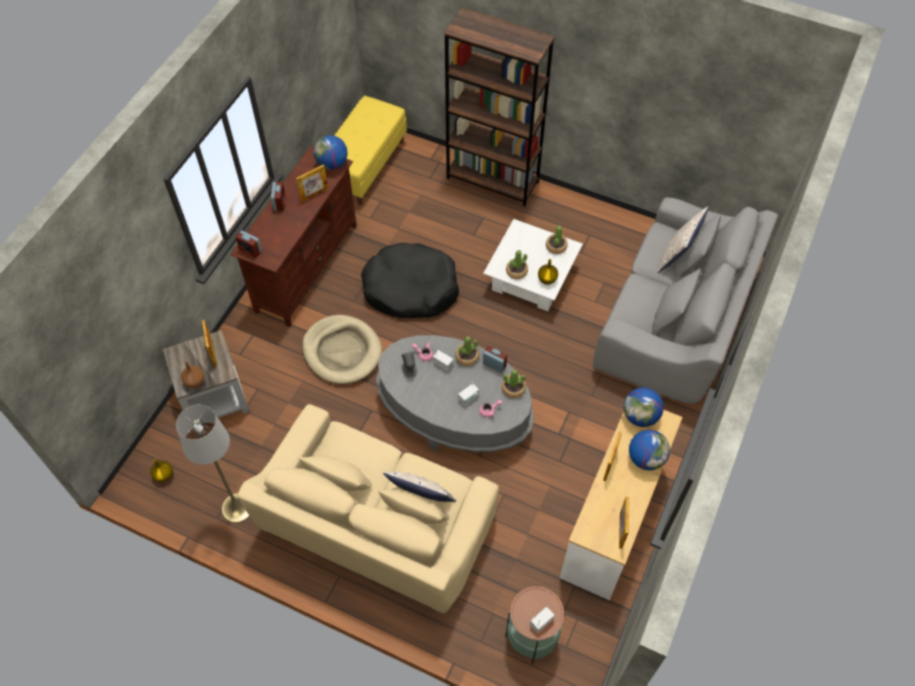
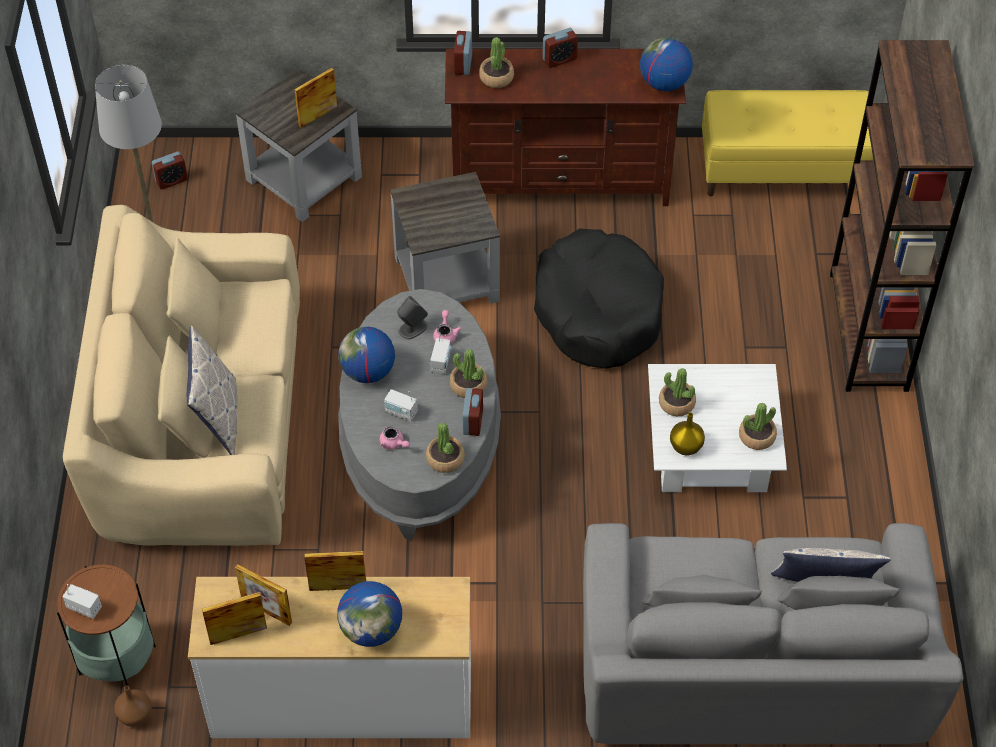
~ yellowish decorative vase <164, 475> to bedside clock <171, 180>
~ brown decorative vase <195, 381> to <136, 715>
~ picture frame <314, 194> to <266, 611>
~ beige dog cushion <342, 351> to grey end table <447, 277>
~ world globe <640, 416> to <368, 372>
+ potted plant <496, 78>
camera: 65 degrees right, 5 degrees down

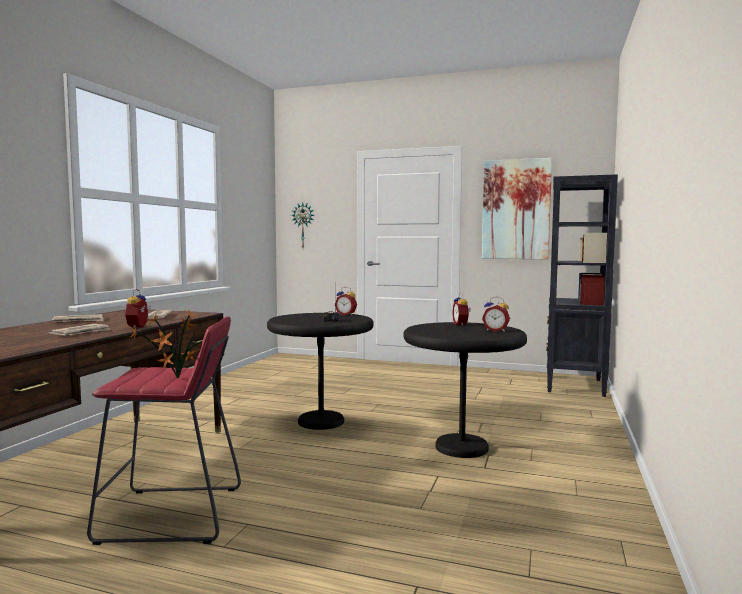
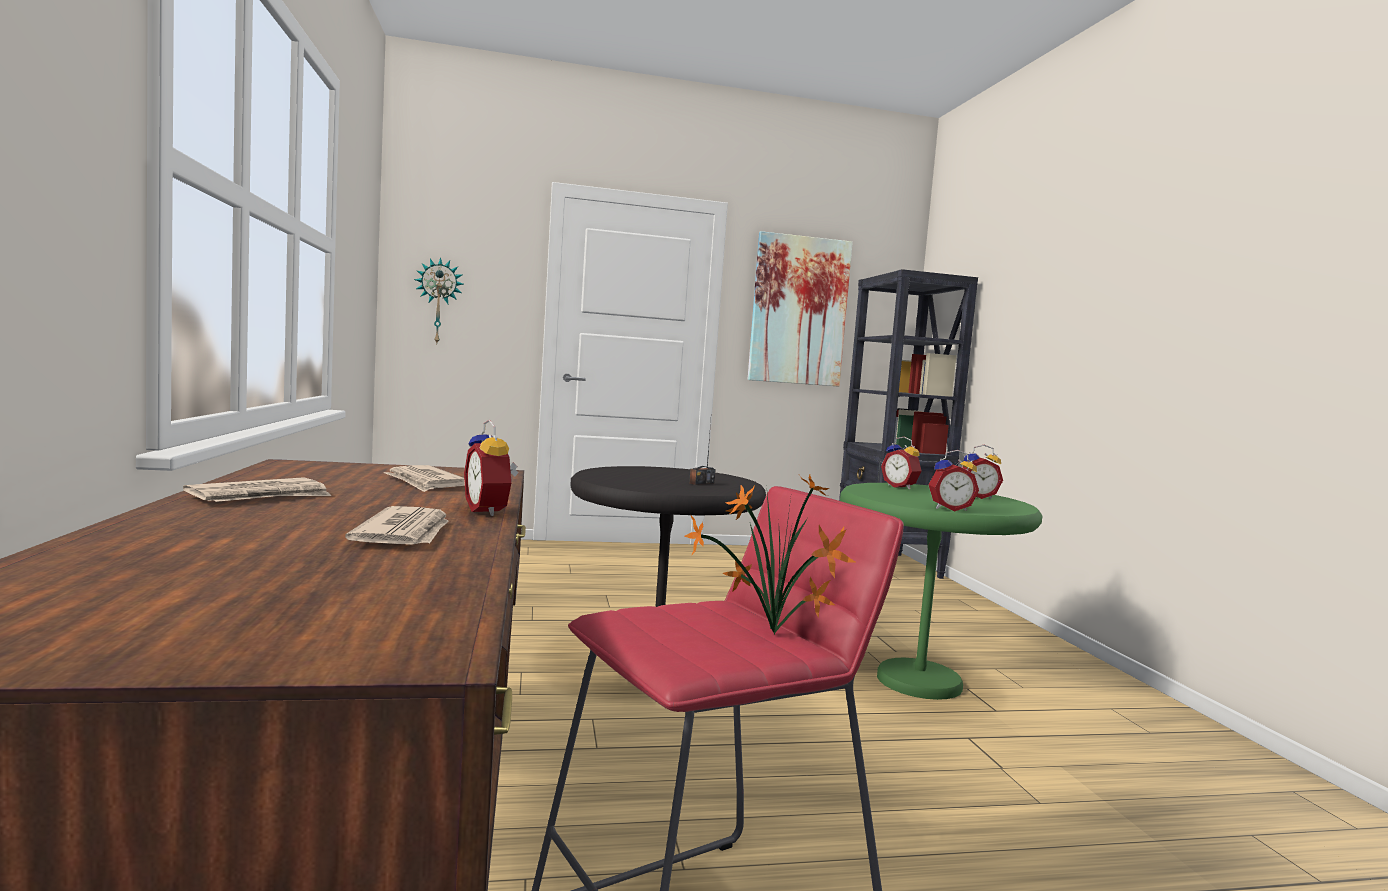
~ bedside clock <346, 315> to <949, 509>
~ black-coloured end table <462, 447> to greenish end table <919, 681>
camera: 30 degrees left, 0 degrees up

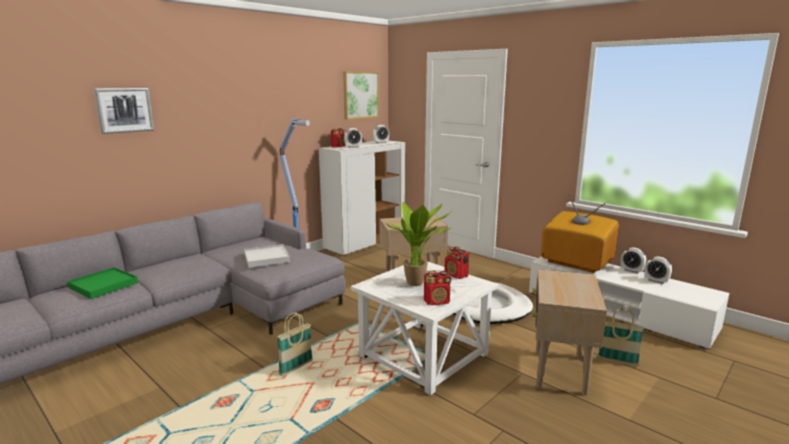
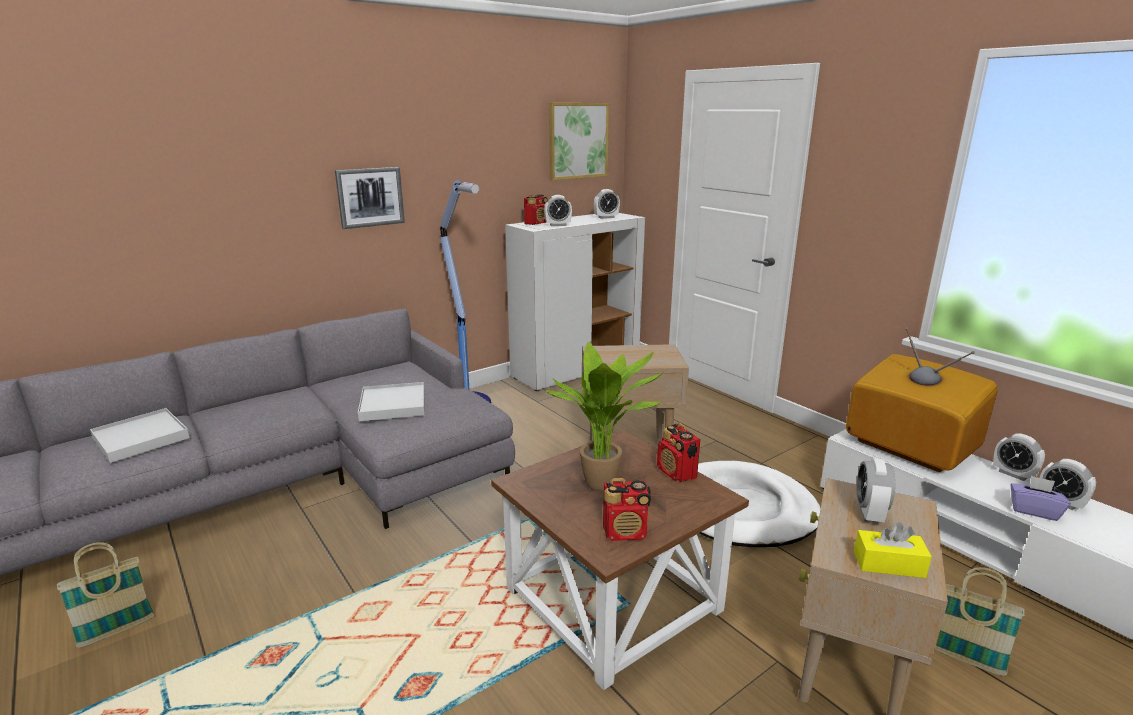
~ greenish carrying tray <103, 285> to whitish carrying tray <141, 438>
~ wall picture <124, 110> to <370, 197>
~ storage basket <296, 368> to <117, 631>
~ whitish end table <425, 355> to brown end table <616, 600>
+ yellowish tissue box <888, 564>
+ bedside clock <869, 513>
+ purplish tissue box <1033, 510>
camera: 10 degrees right, 5 degrees up

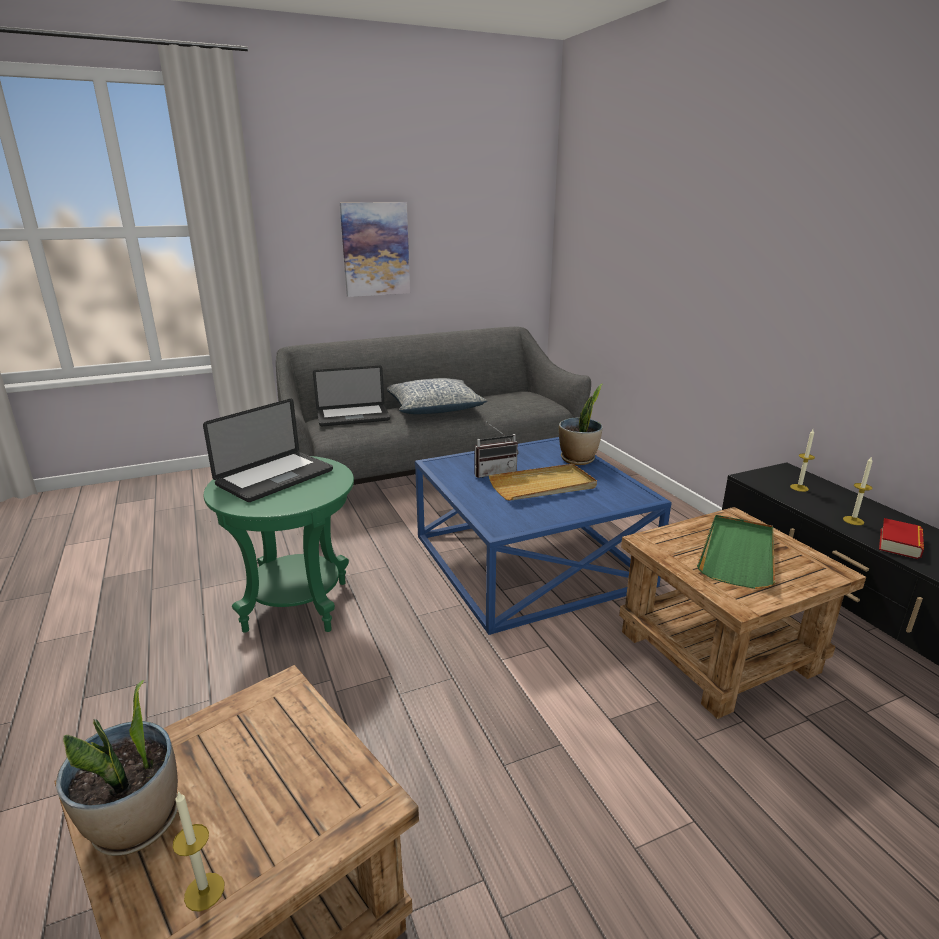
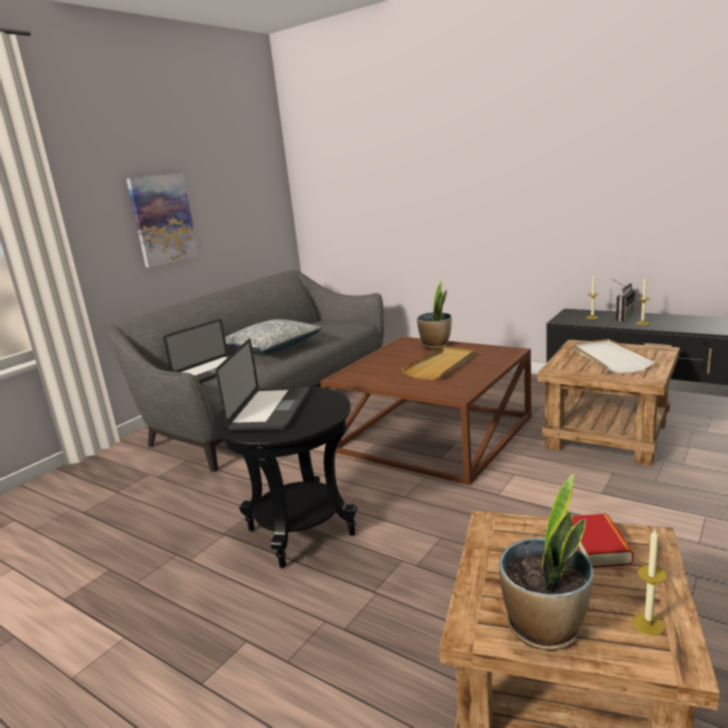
~ greenish end table <297, 606> to black-coloured end table <301, 532>
~ blue lounge table <529, 559> to brown lounge table <432, 433>
~ radio <494, 472> to <620, 317>
~ greenish carrying tray <738, 554> to whitish carrying tray <609, 359>
~ bound book <899, 543> to <598, 546>
camera: 30 degrees left, 5 degrees down

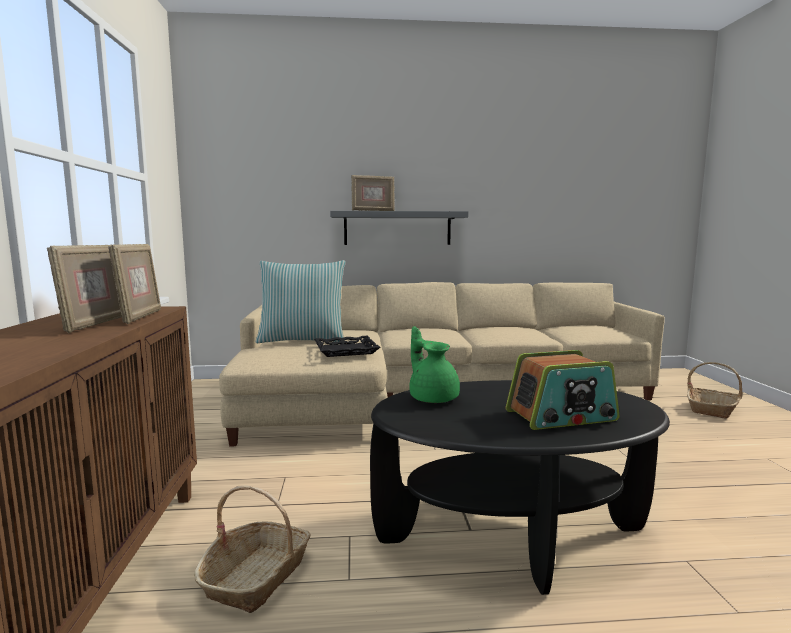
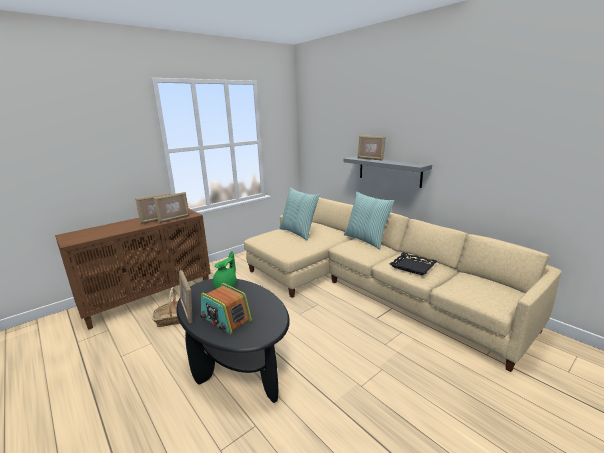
~ black-coloured carrying tray <346, 350> to <412, 266>
- storage basket <712, 409>
+ picture frame <188, 311>
+ cushion <366, 240>
camera: 55 degrees right, 10 degrees up

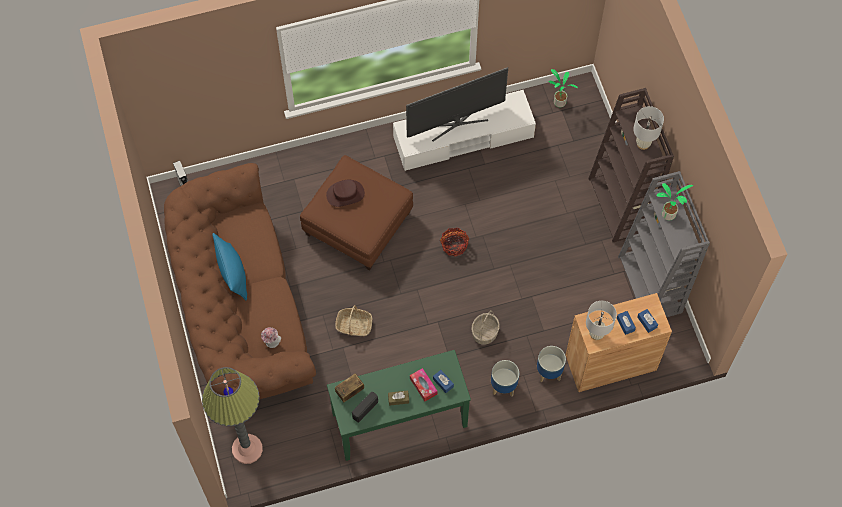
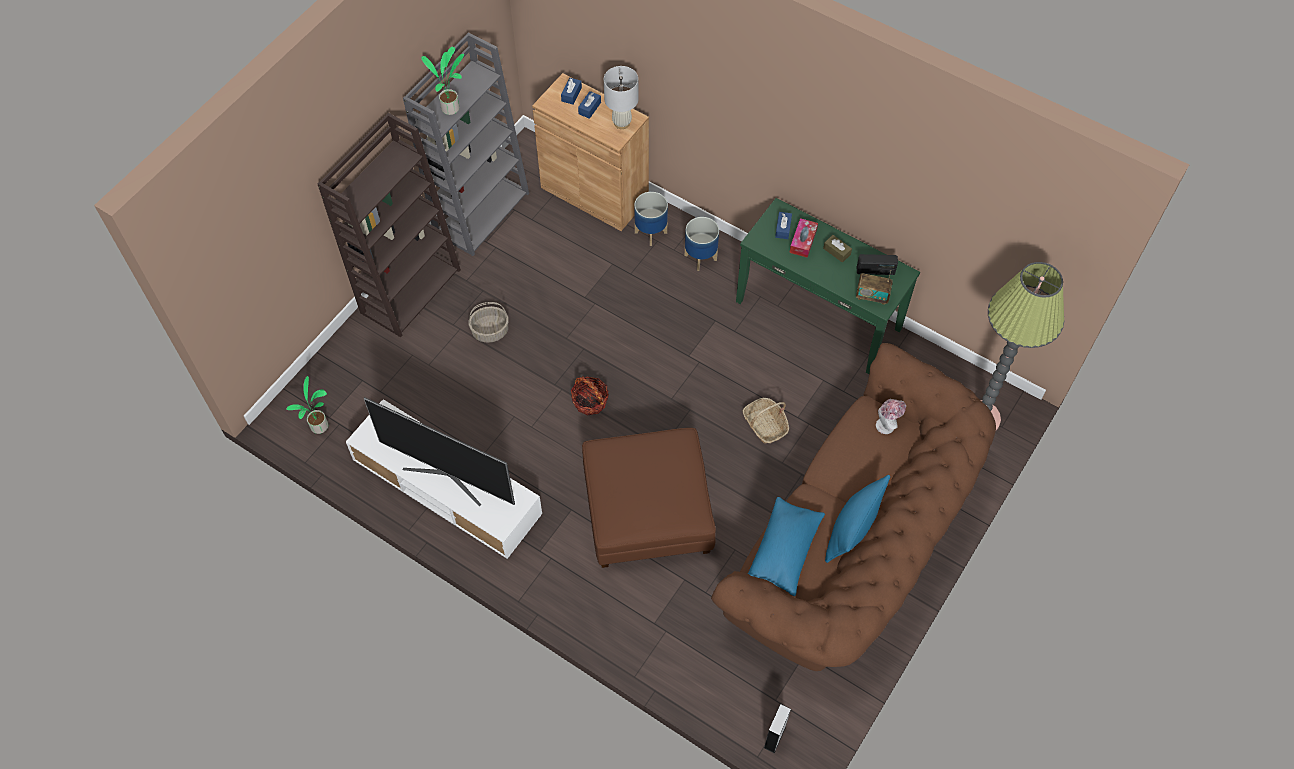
- brown hat <345, 194>
~ storage basket <485, 333> to <490, 331>
- whitish table lamp <643, 144>
+ blue cushion <784, 551>
camera: 130 degrees left, 5 degrees down

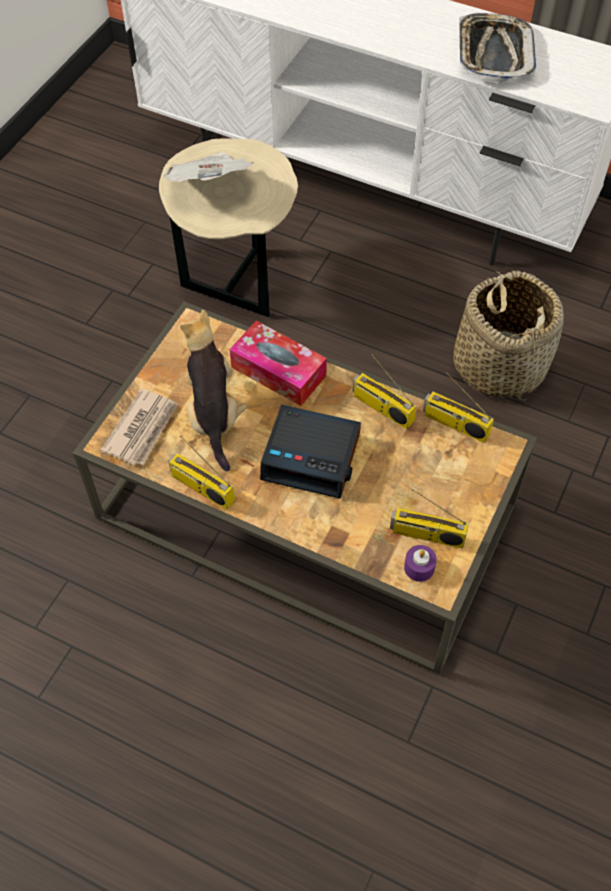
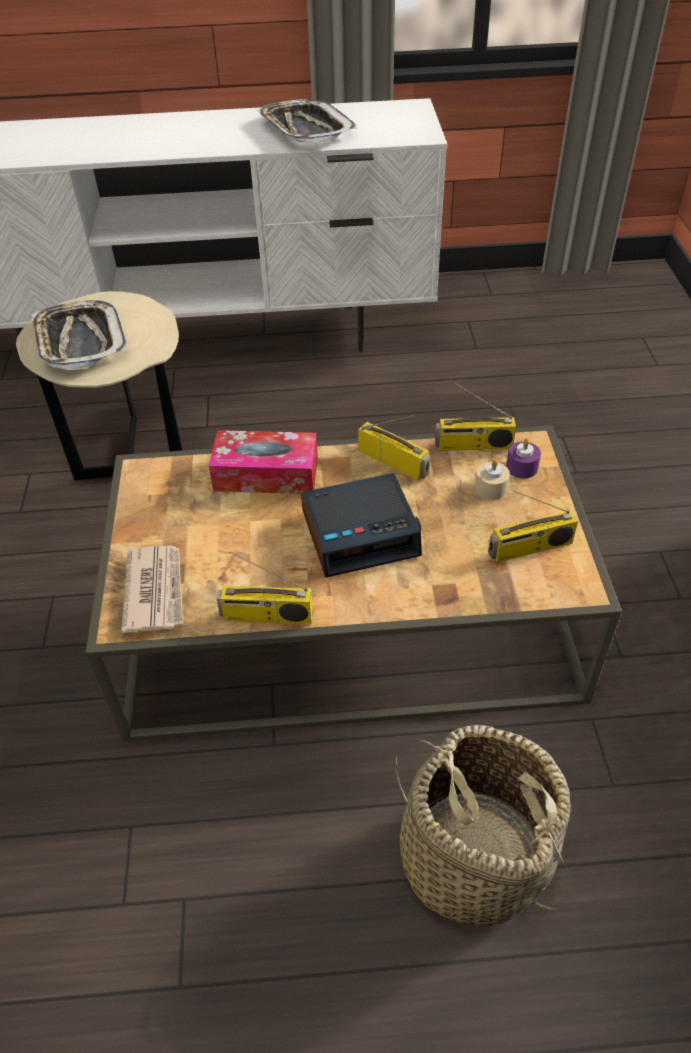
~ printed paper <210, 186> to carrying tray <80, 341>
- soft toy <214, 414>
~ radio <381, 408> = <394, 462> 150 degrees counterclockwise
~ purplish candle <419, 567> to <521, 467>
~ storage basket <499, 365> to <472, 857>
+ beige candle <491, 488>
camera: 30 degrees left, 10 degrees down

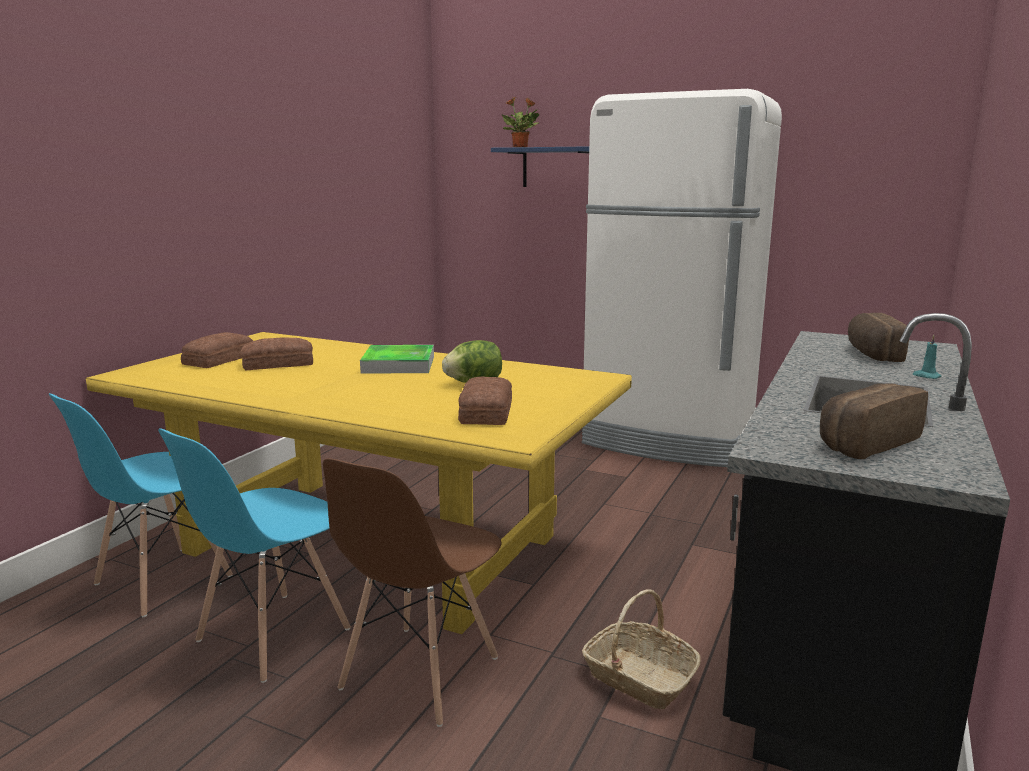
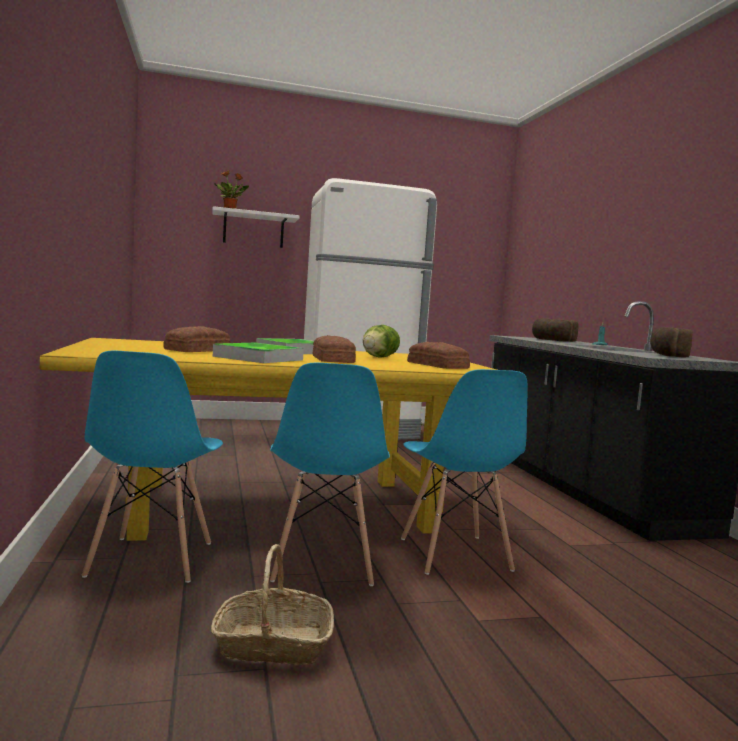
~ bakery bread <218, 360> to <331, 359>
~ brown plain chair <419, 674> to blue plain chair <454, 555>
~ blue shelf <558, 167> to whitish shelf <253, 230>
~ storage basket <638, 677> to <272, 644>
+ carrying tray <258, 358>
camera: 40 degrees left, 10 degrees down

